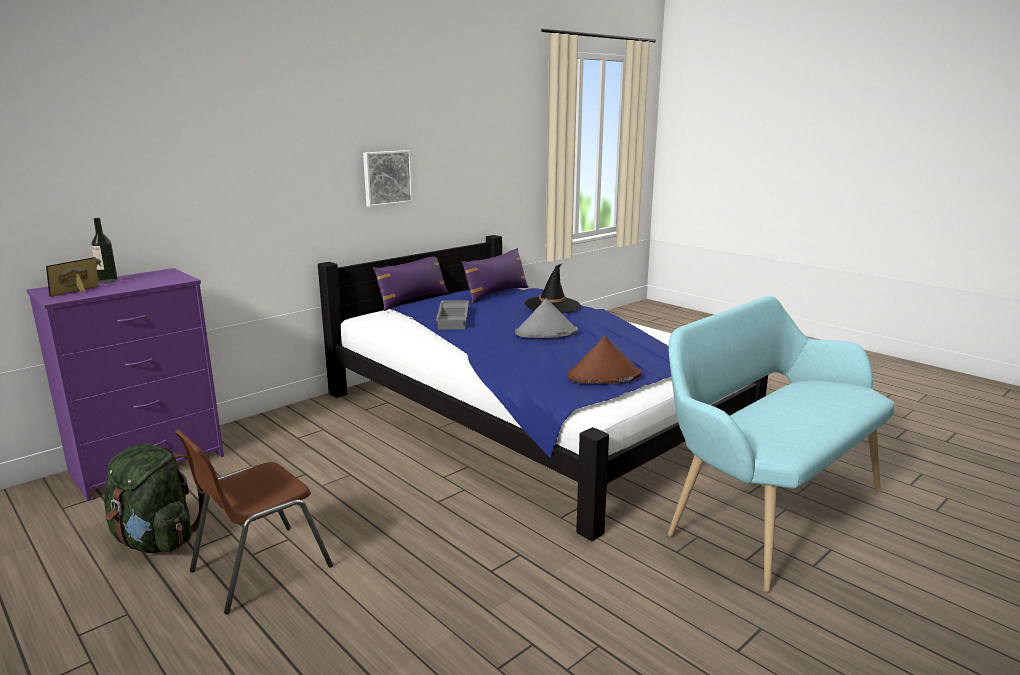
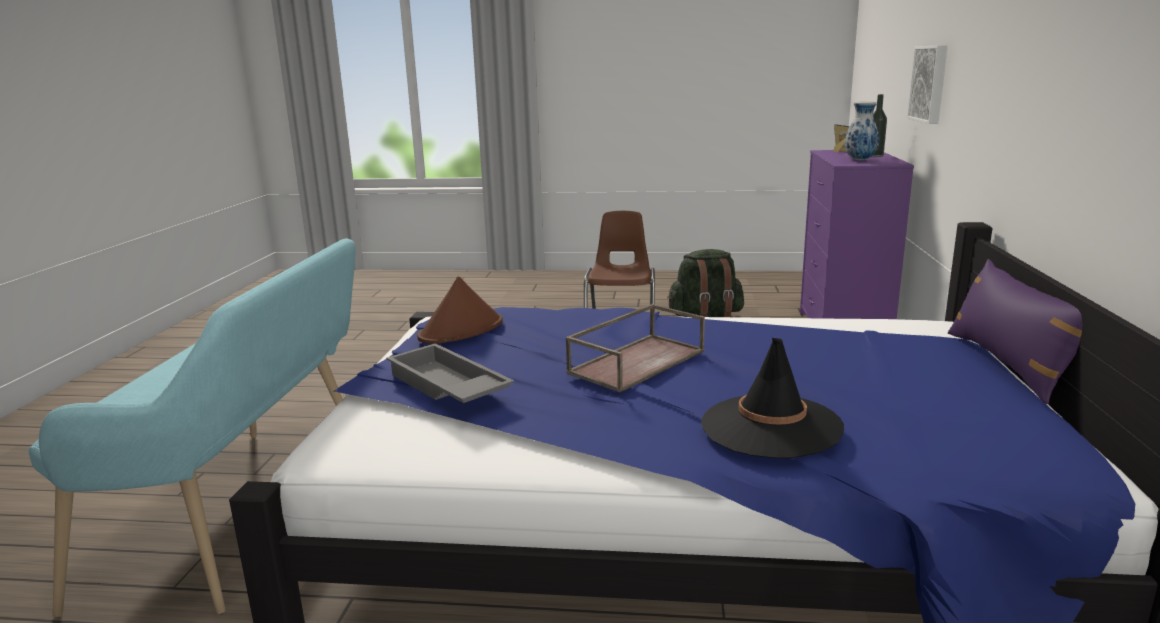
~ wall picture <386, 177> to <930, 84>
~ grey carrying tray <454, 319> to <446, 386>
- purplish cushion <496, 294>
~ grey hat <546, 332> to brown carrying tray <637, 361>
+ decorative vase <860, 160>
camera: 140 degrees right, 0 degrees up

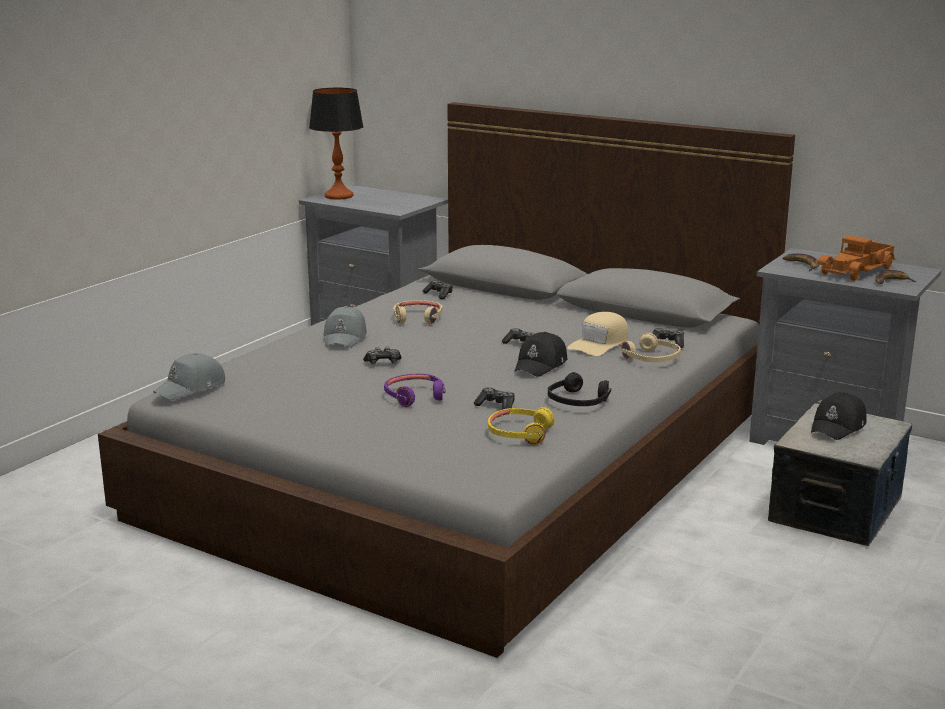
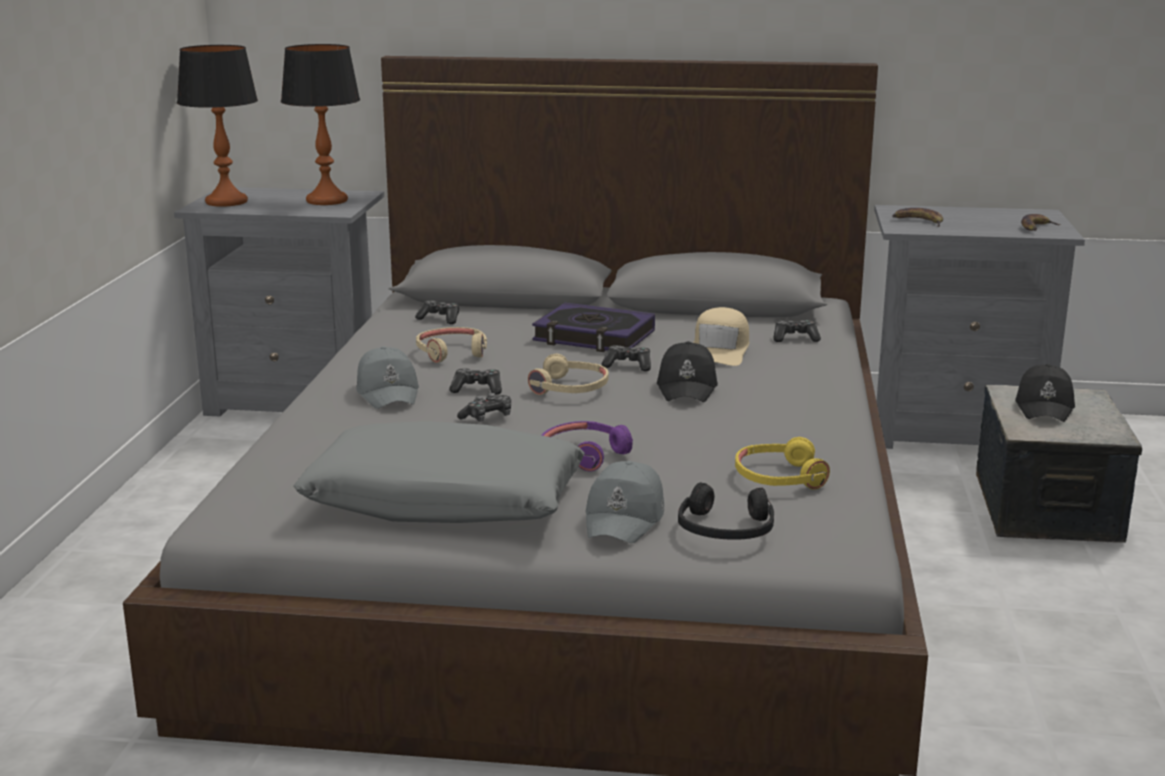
~ grey baseball cap <191, 388> to <626, 518>
~ gamepad <496, 406> to <477, 389>
~ black-coloured headset <578, 401> to <726, 529>
~ beige headset <651, 359> to <570, 389>
- model truck <857, 270>
+ table lamp <327, 200>
+ grey cushion <444, 501>
+ bound book <594, 337>
camera: 25 degrees left, 0 degrees up

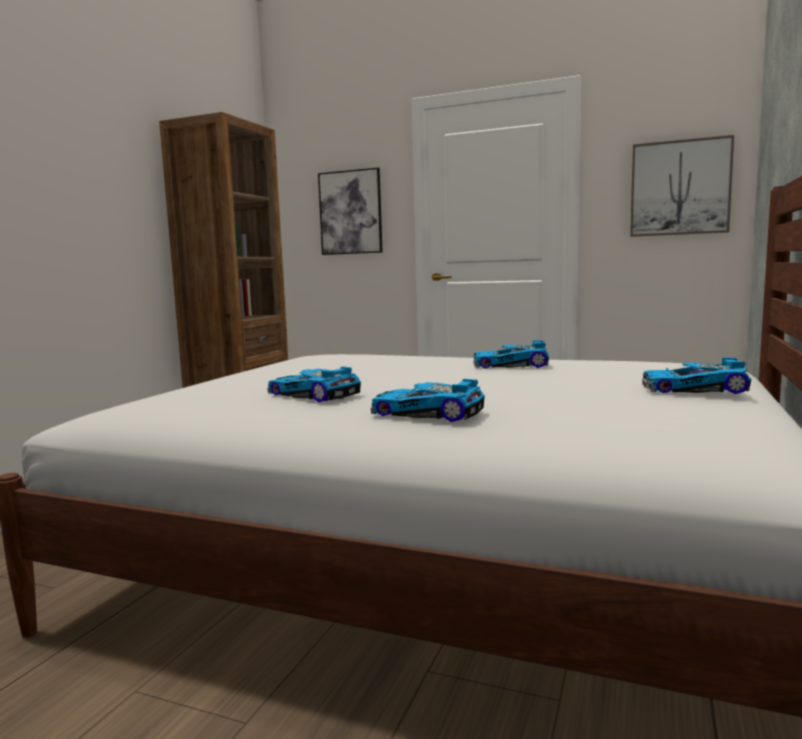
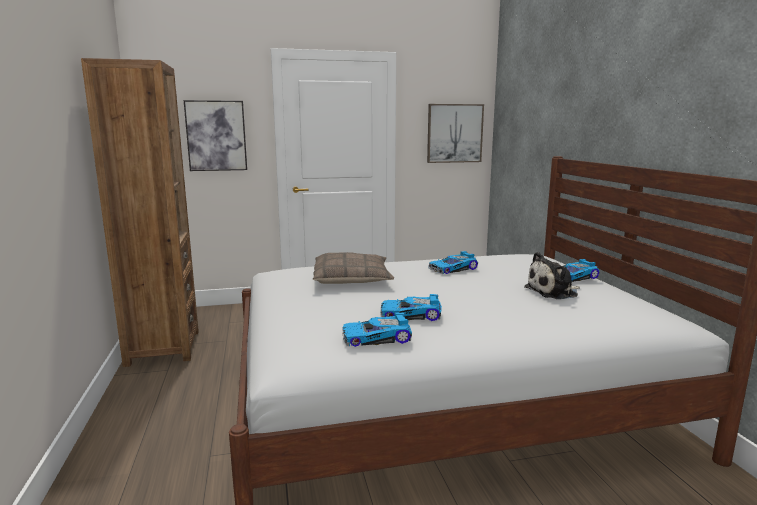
~ model car <427, 413> to <376, 338>
+ cushion <352, 279>
+ soft toy <553, 292>
camera: 35 degrees left, 5 degrees up

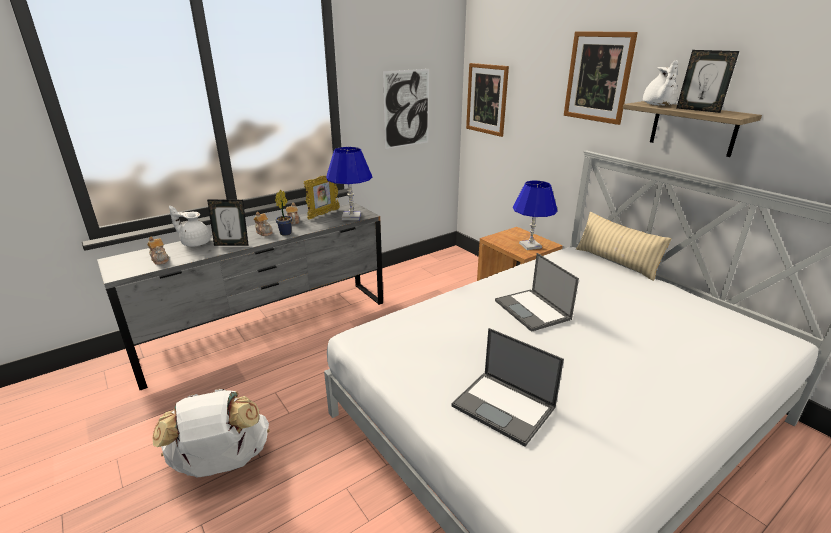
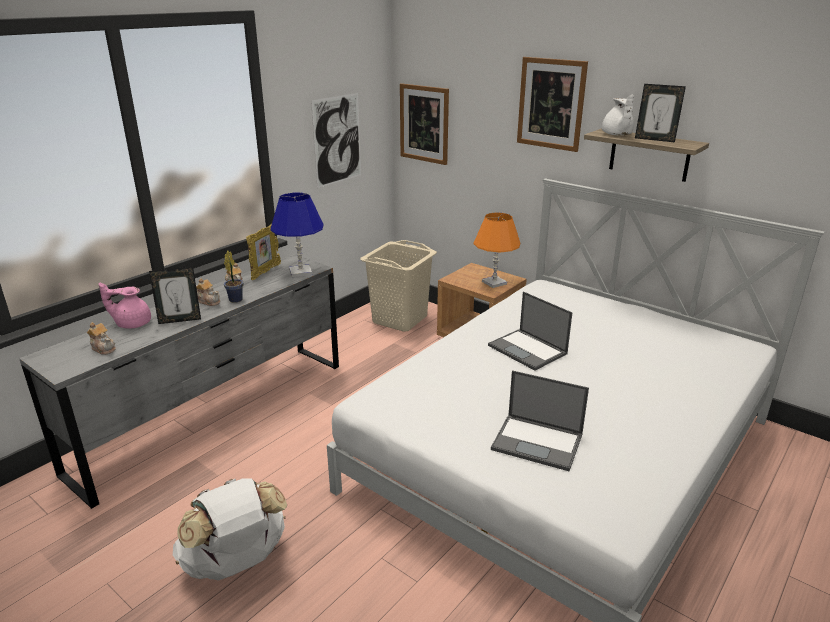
~ whitish pot for tea <195, 243> to pink pot for tea <132, 323>
~ blue table lamp <530, 245> to orange-coloured table lamp <494, 282>
- beige cushion <615, 262>
+ beige hamper <400, 319>
camera: 15 degrees left, 0 degrees up

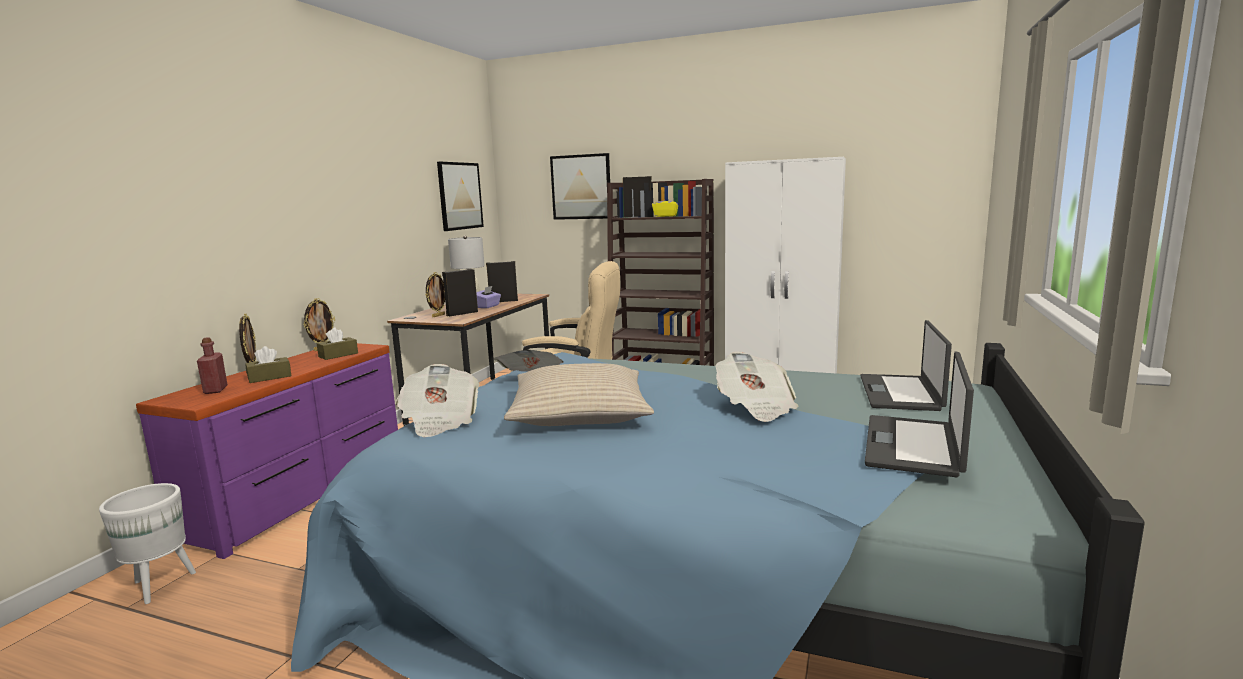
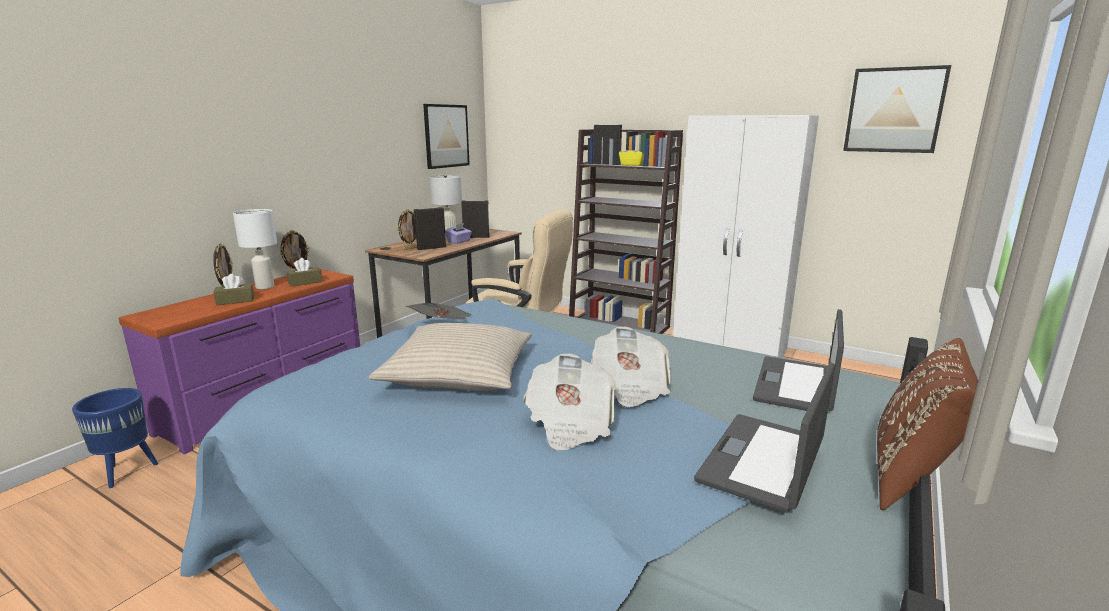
~ whitish plant pot <160, 585> to blue plant pot <127, 472>
- reddish drink bottle <215, 390>
~ printed paper <440, 421> to <570, 424>
~ wall picture <581, 187> to <894, 110>
+ whitish table lamp <264, 287>
+ brown cushion <912, 479>
camera: 10 degrees right, 5 degrees up

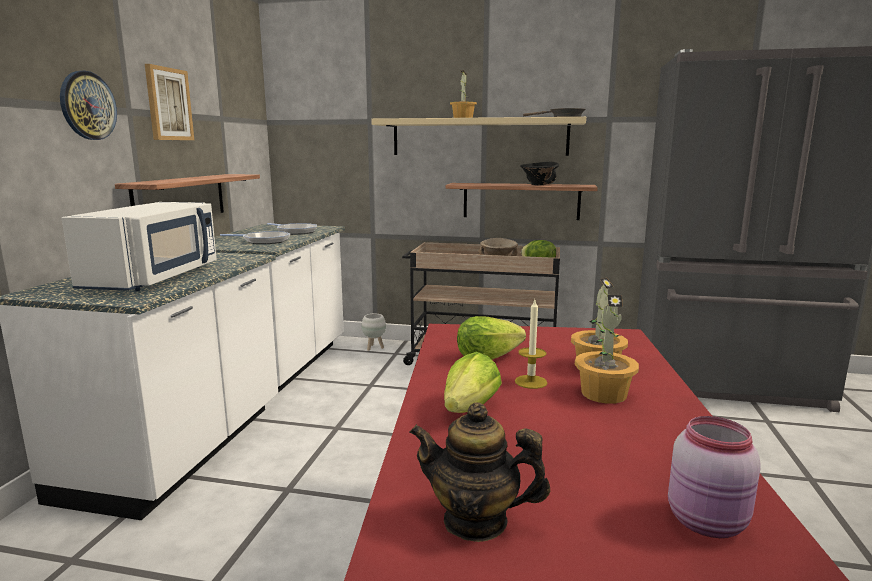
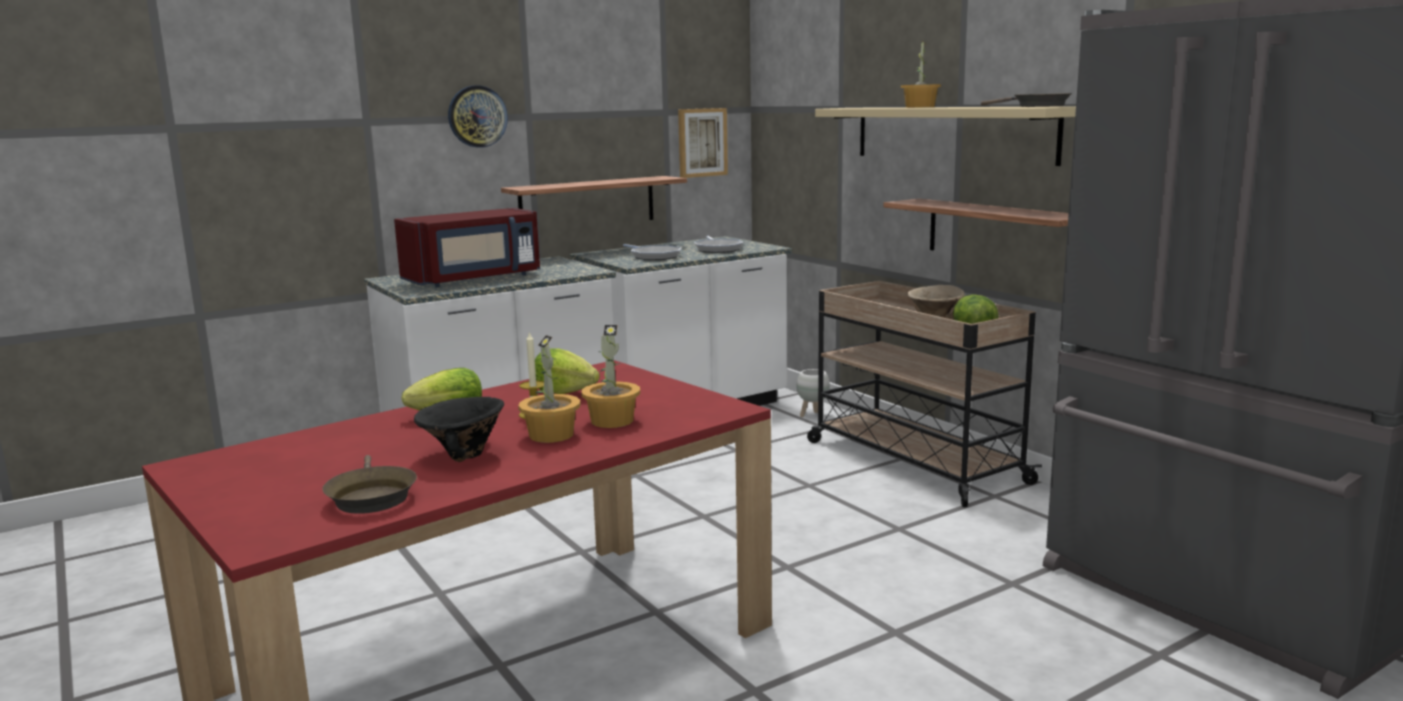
~ whitish microwave oven <156, 278> to reddish microwave oven <474, 279>
~ wall picture <168, 104> to <702, 142>
- pot for tea <476, 521>
~ black-coloured serving bowl <538, 185> to <462, 455>
~ pink storage jar <708, 523> to brown pan <370, 497>
camera: 45 degrees right, 0 degrees up

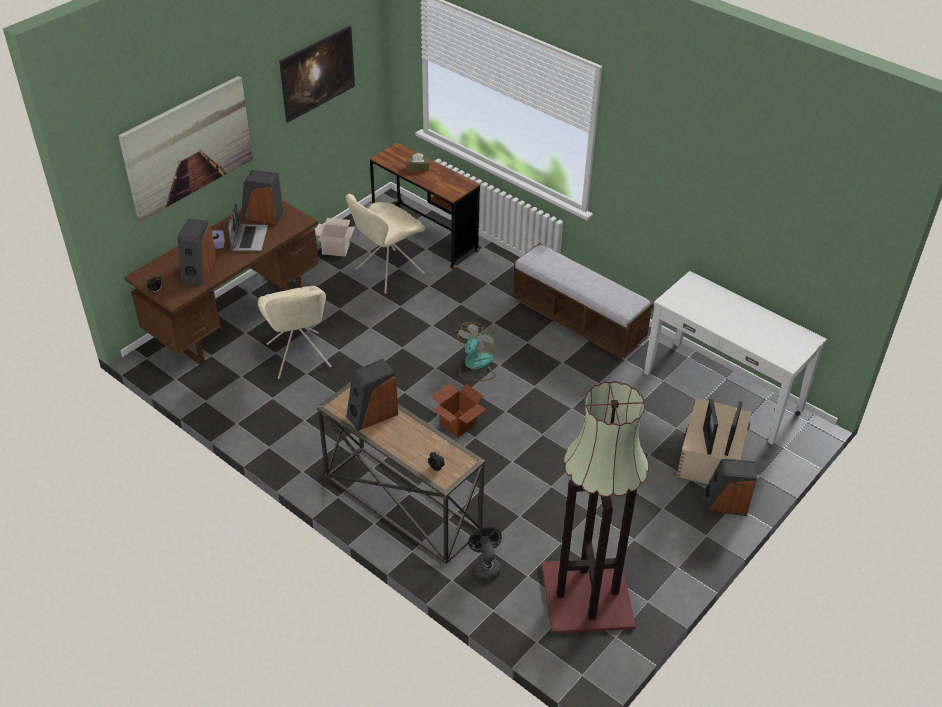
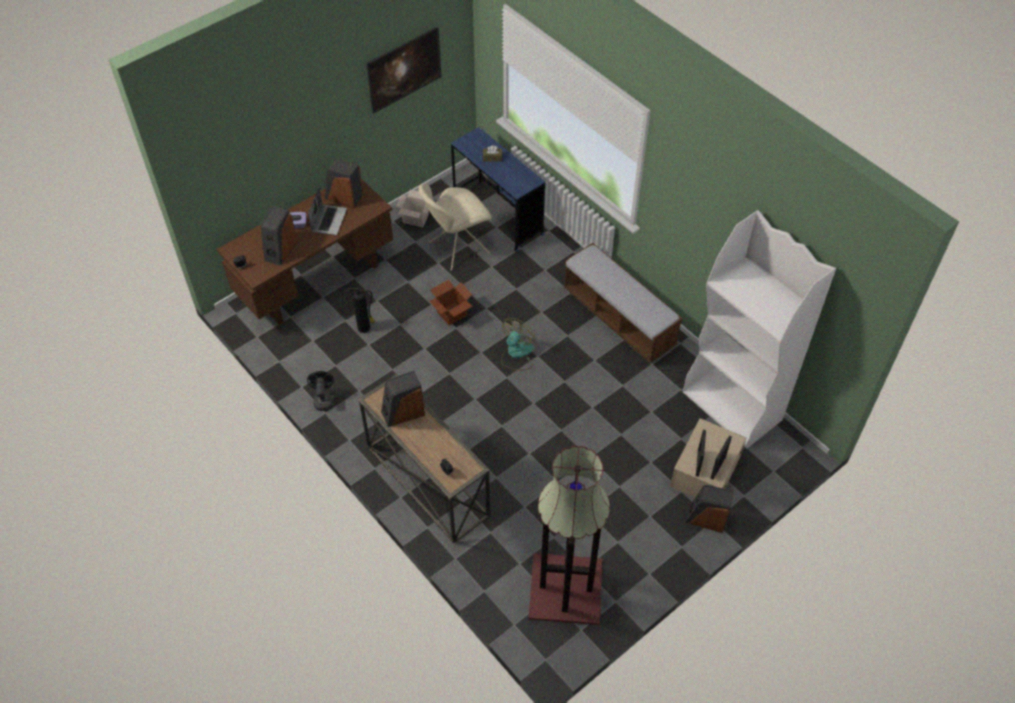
- wall picture <188, 147>
~ beige plain chair <299, 357> to fire extinguisher <365, 328>
~ brown desk table <425, 238> to blue desk table <498, 215>
~ carton <458, 423> to <452, 313>
~ black-coloured fan <486, 566> to <323, 400>
~ whitish narrow table <722, 391> to whitish bookshelf <733, 406>
camera: 10 degrees right, 10 degrees up

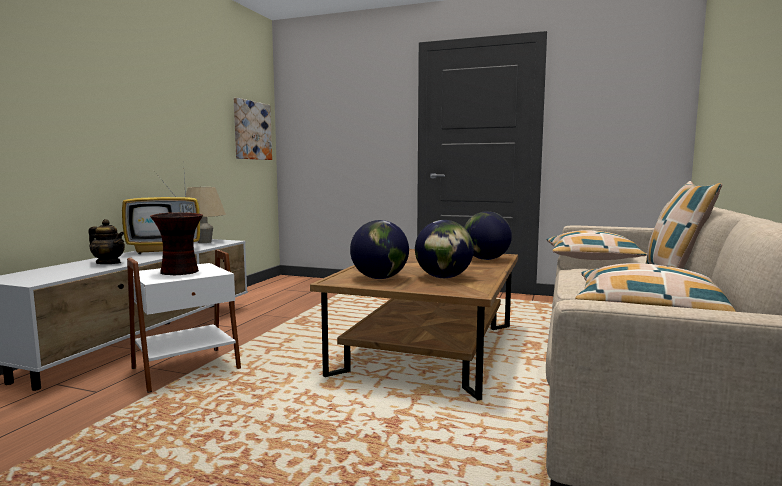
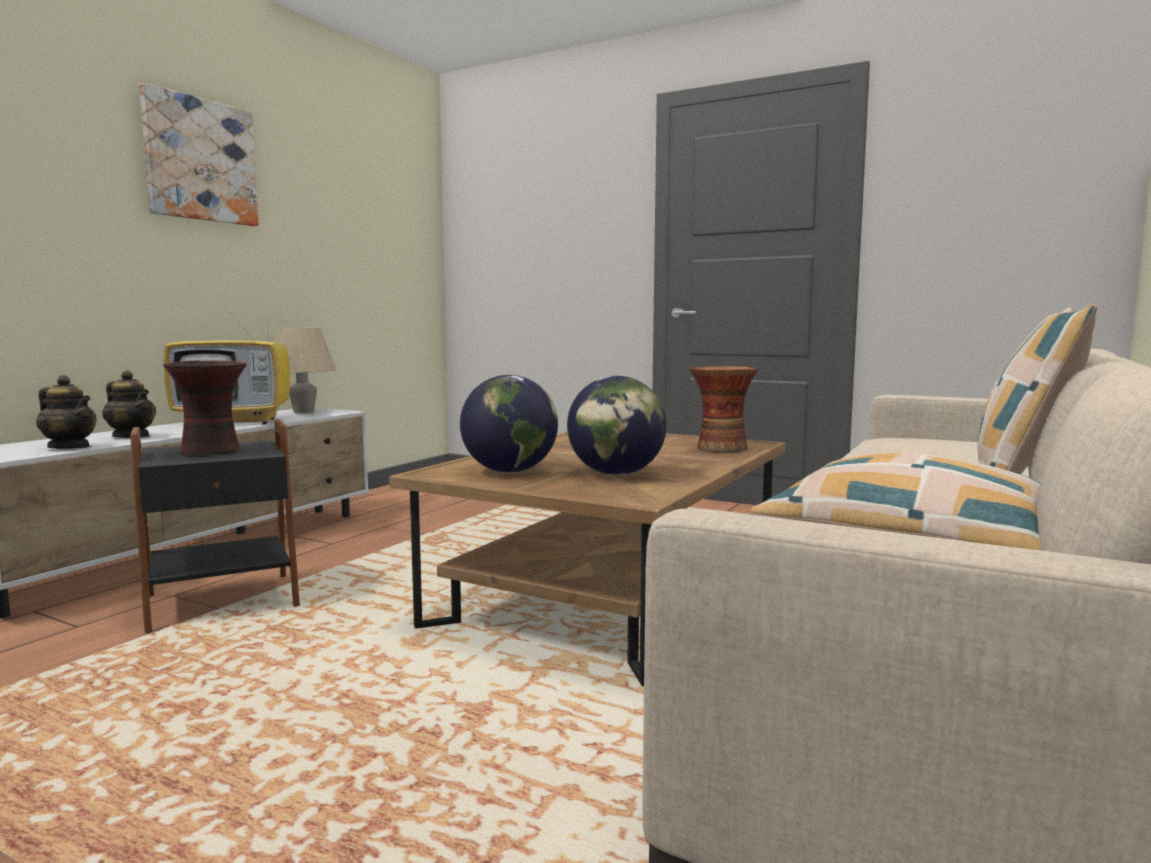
~ whitish end table <187, 369> to black-coloured end table <223, 602>
~ wall picture <252, 130> to <200, 160>
~ world globe <485, 259> to decorative vase <720, 448>
- cushion <591, 258>
+ pot for tea <69, 447>
camera: 10 degrees right, 0 degrees up

